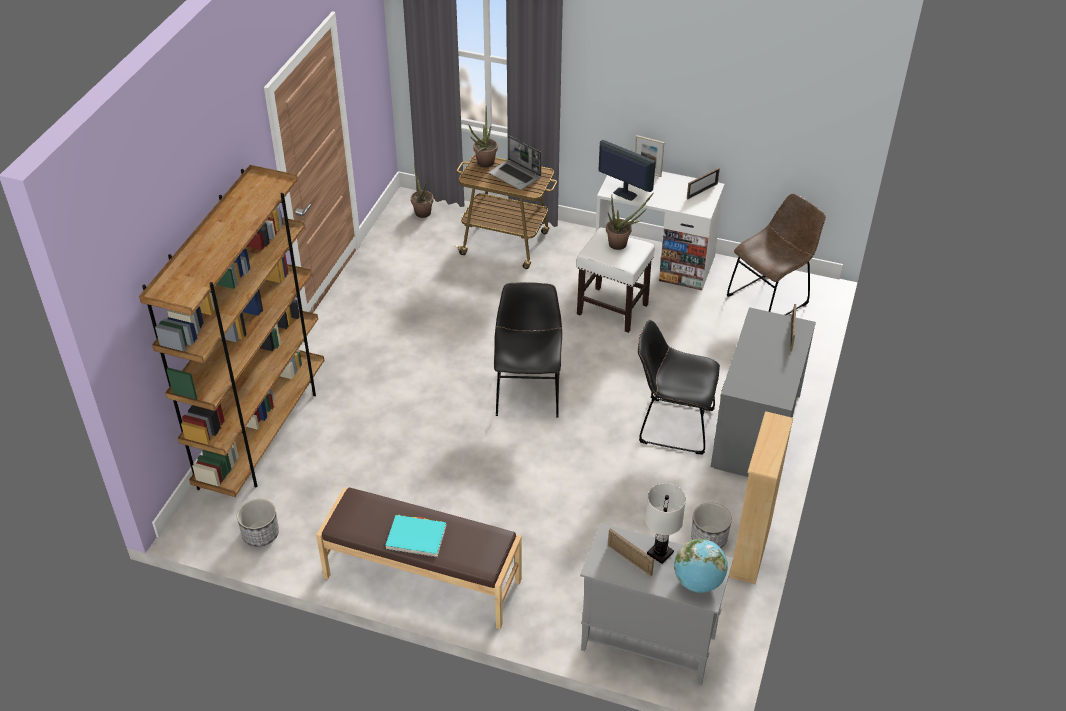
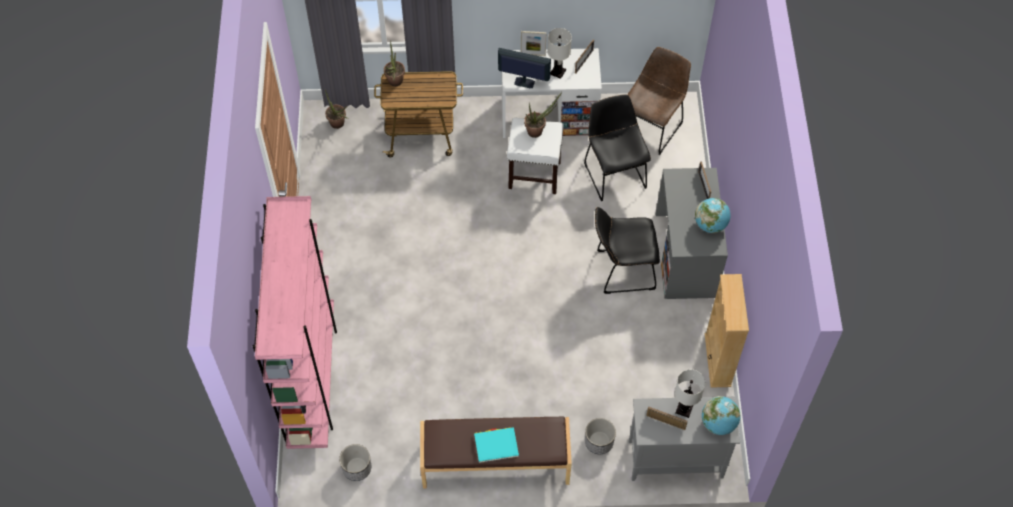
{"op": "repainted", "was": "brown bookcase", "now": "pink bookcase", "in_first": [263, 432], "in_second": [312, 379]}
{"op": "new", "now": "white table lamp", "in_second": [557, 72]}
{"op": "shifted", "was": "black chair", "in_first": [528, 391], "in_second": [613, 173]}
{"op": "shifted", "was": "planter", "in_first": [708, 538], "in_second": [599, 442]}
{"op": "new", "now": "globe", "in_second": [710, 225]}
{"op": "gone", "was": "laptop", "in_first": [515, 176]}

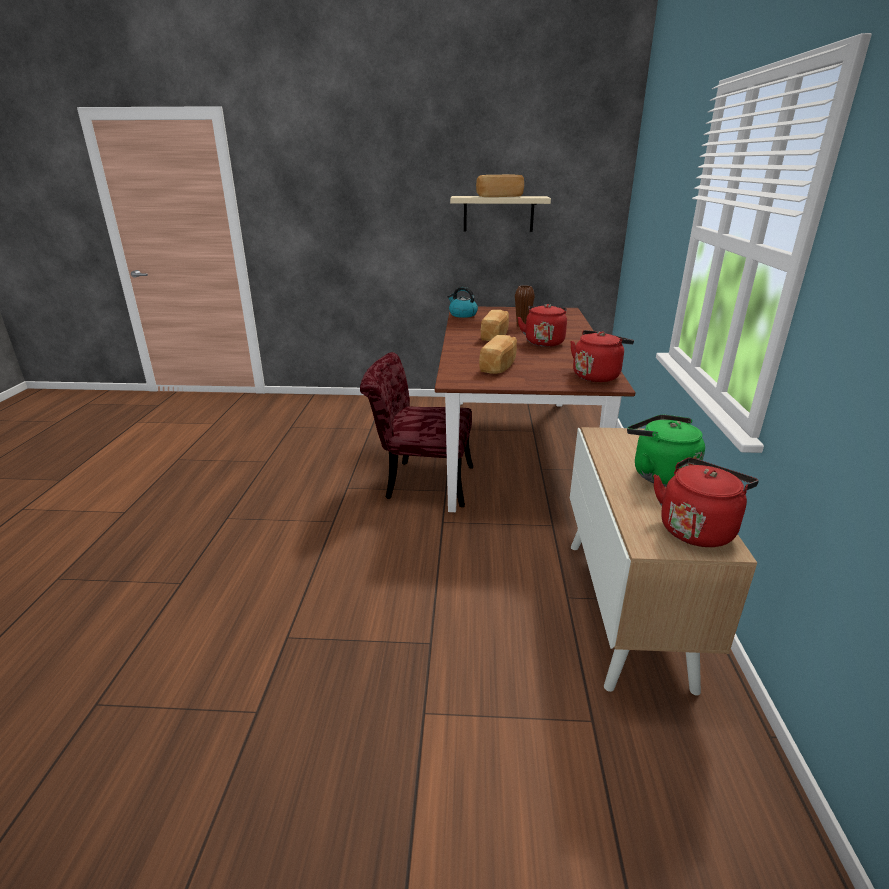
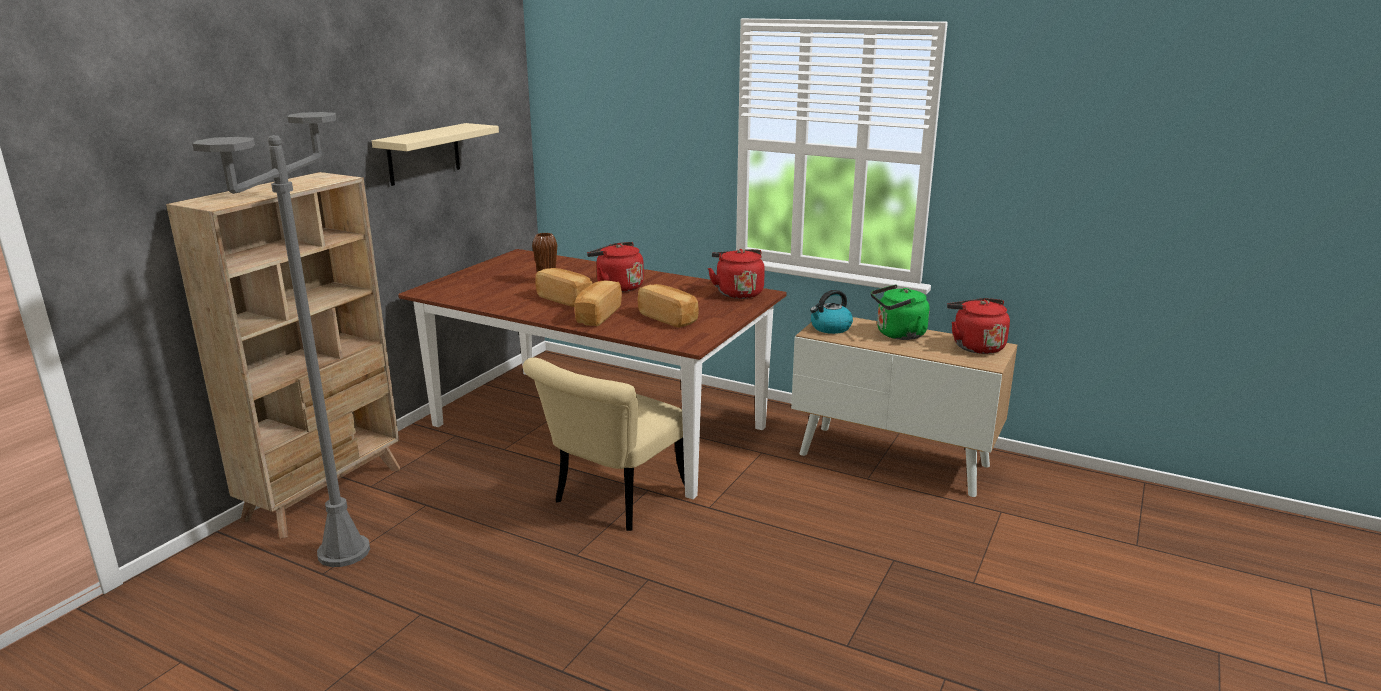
{"op": "new", "now": "beige bookcase", "in_second": [325, 493]}
{"op": "new", "now": "grey floor lamp", "in_second": [343, 552]}
{"op": "repainted", "was": "red chair", "now": "beige chair", "in_first": [420, 482], "in_second": [613, 501]}
{"op": "shifted", "was": "bread", "in_first": [499, 196], "in_second": [597, 316]}
{"op": "shifted", "was": "kettle", "in_first": [462, 314], "in_second": [830, 328]}

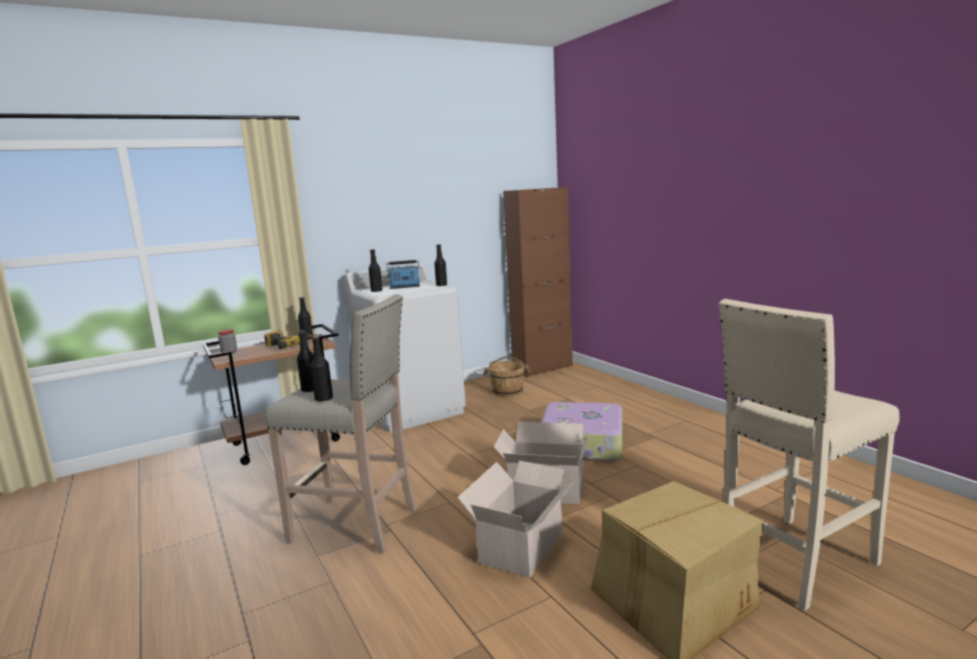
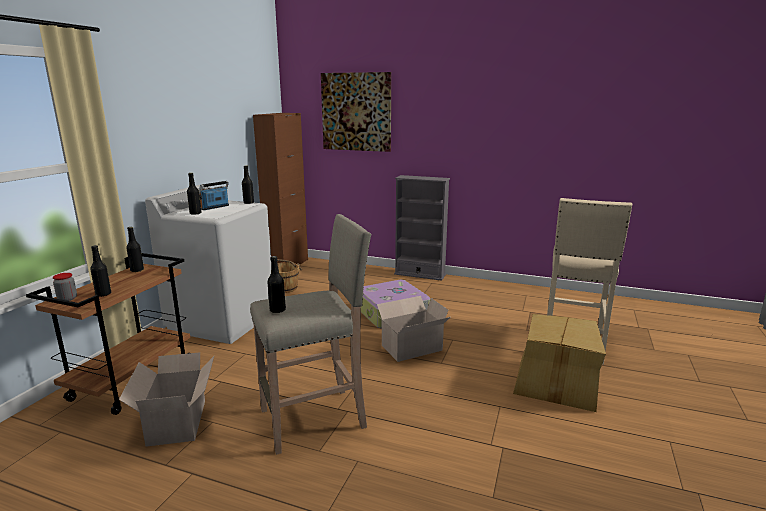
{"op": "shifted", "was": "black bottle", "in_first": [324, 399], "in_second": [103, 294]}
{"op": "shifted", "was": "cardboard box", "in_first": [523, 546], "in_second": [178, 420]}
{"op": "new", "now": "picture", "in_second": [356, 112]}
{"op": "new", "now": "grey bookcase", "in_second": [420, 274]}
{"op": "gone", "was": "power drill", "in_first": [287, 345]}

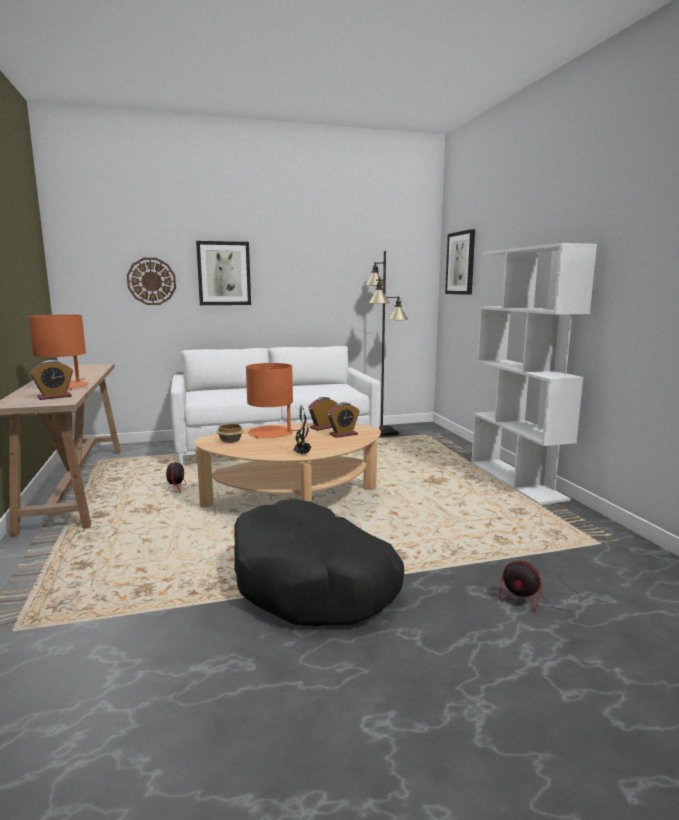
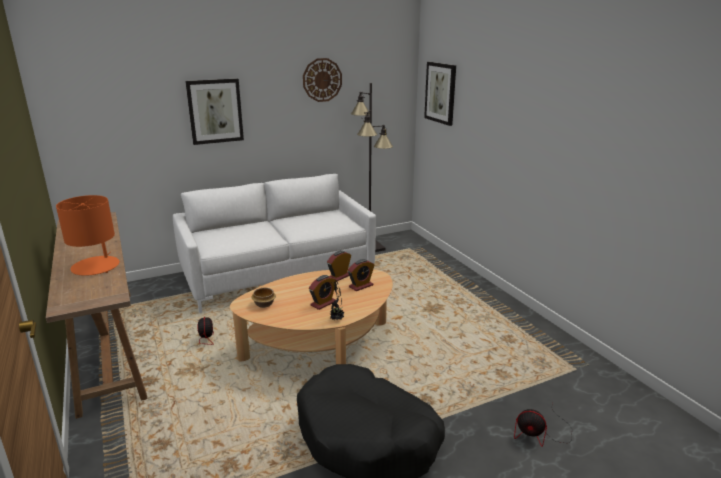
{"op": "shifted", "was": "wall clock", "in_first": [151, 281], "in_second": [322, 80]}
{"op": "shifted", "was": "alarm clock", "in_first": [54, 397], "in_second": [323, 303]}
{"op": "gone", "was": "orange table lamp", "in_first": [271, 433]}
{"op": "gone", "was": "white bookcase", "in_first": [517, 480]}

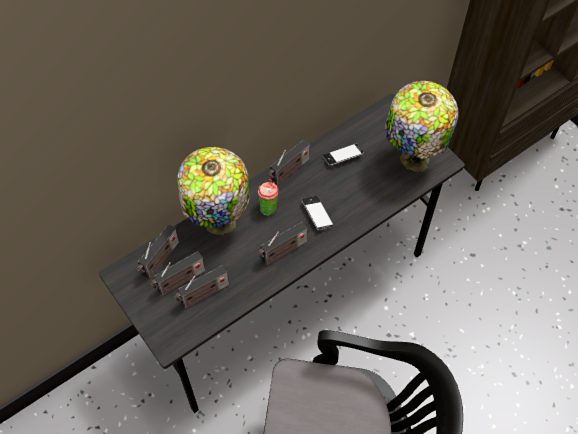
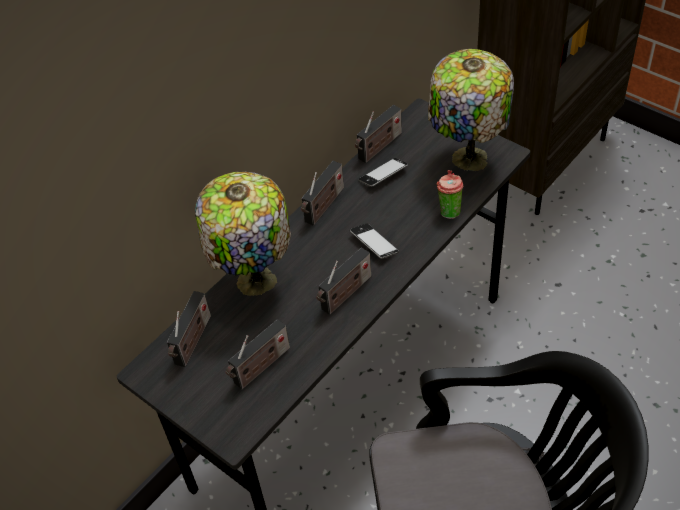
{"op": "shifted", "was": "radio", "in_first": [179, 282], "in_second": [378, 148]}
{"op": "shifted", "was": "cup", "in_first": [268, 207], "in_second": [449, 210]}

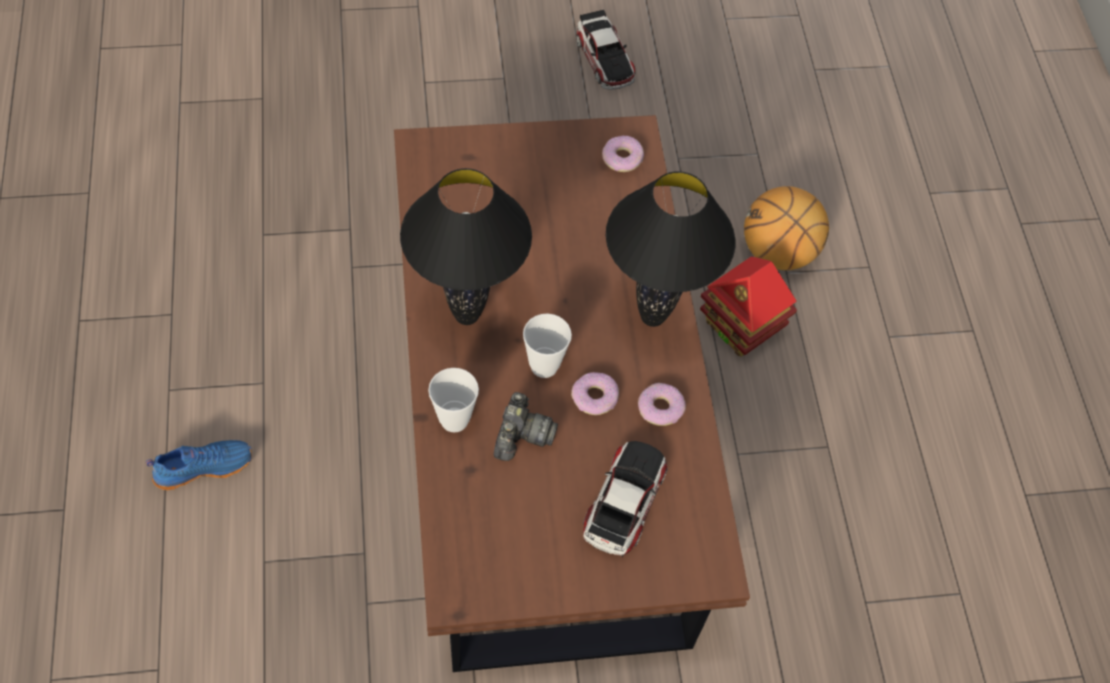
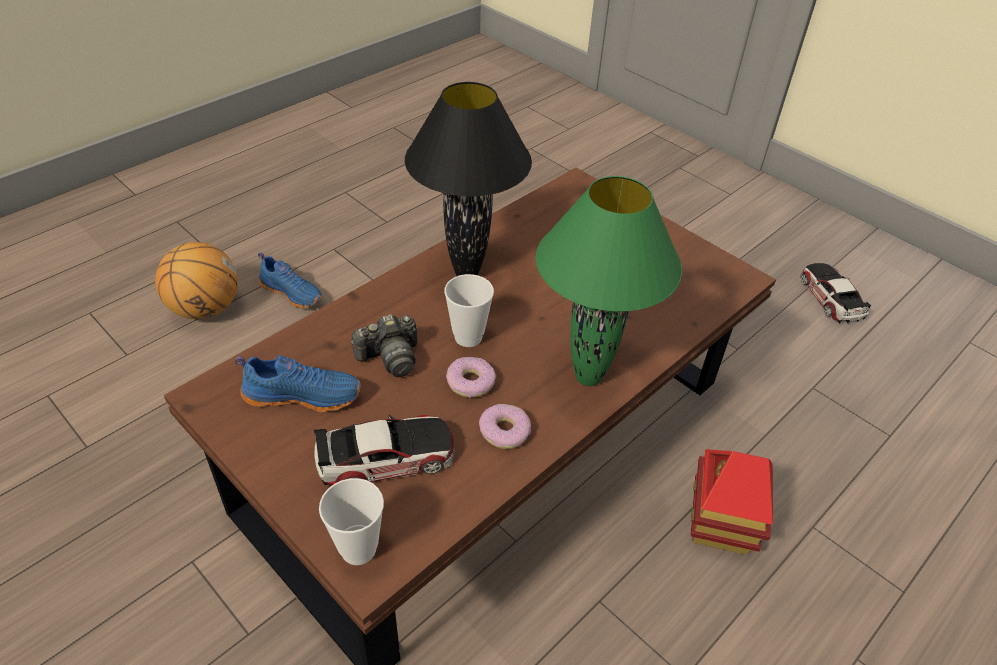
{"op": "shifted", "was": "basketball", "in_first": [777, 252], "in_second": [205, 309]}
{"op": "new", "now": "blue shoe", "in_second": [303, 394]}
{"op": "shifted", "was": "cup", "in_first": [454, 419], "in_second": [358, 549]}
{"op": "repainted", "was": "black table lamp", "now": "green table lamp", "in_first": [651, 316], "in_second": [587, 376]}
{"op": "rotated", "was": "toy car", "in_first": [604, 58], "in_second": [830, 297], "clockwise": 135}
{"op": "gone", "was": "donut", "in_first": [622, 158]}

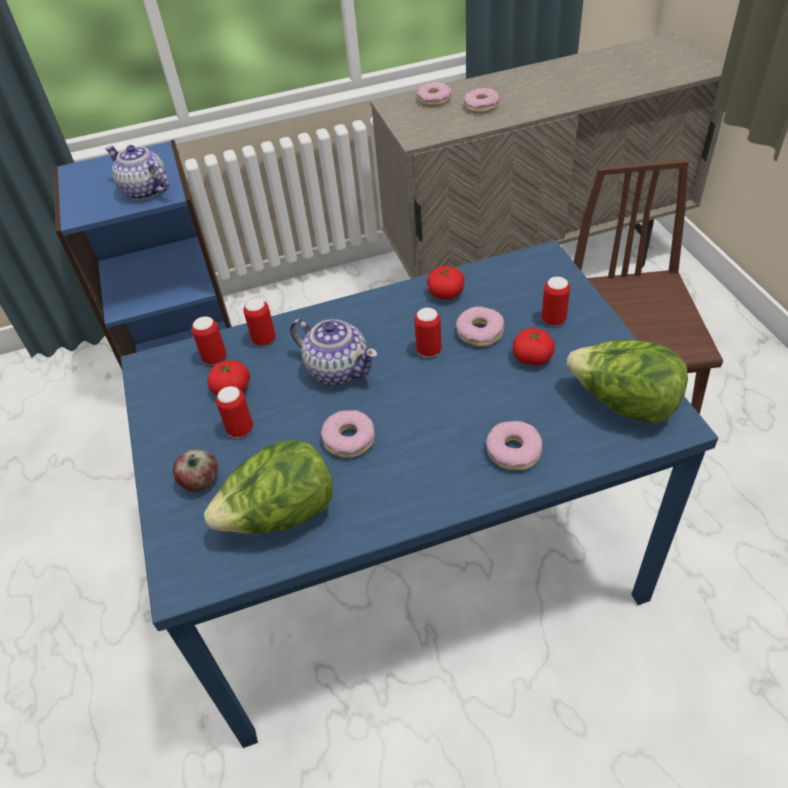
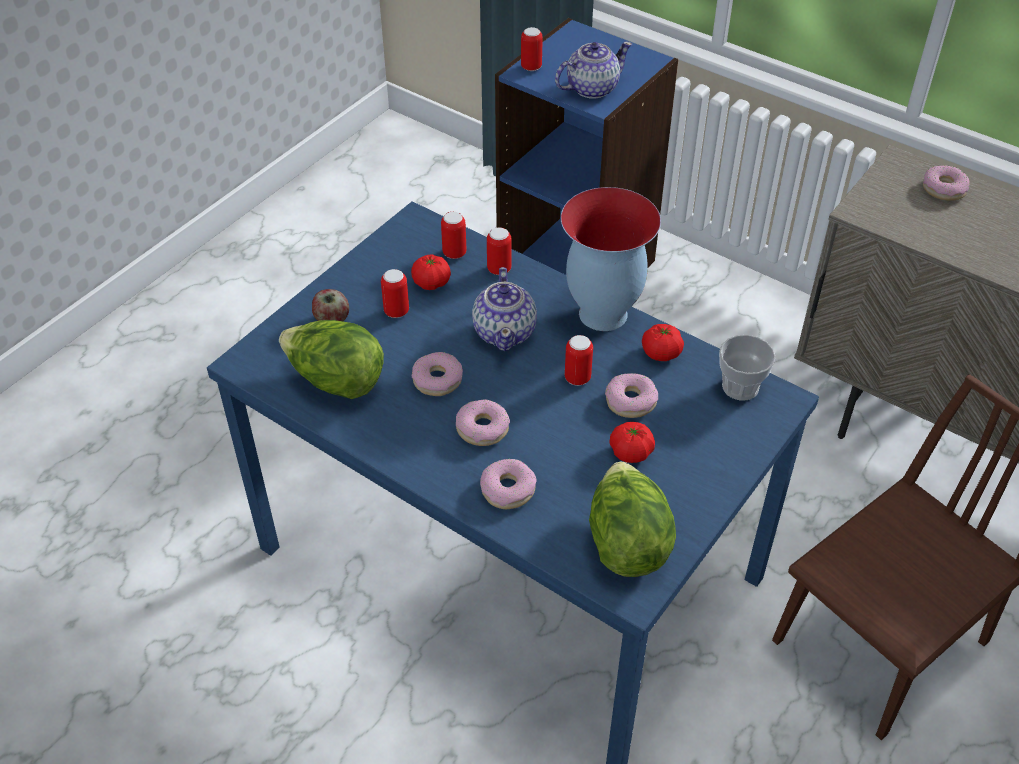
{"op": "shifted", "was": "donut", "in_first": [481, 106], "in_second": [482, 429]}
{"op": "shifted", "was": "can", "in_first": [553, 319], "in_second": [531, 67]}
{"op": "rotated", "was": "teapot", "in_first": [145, 191], "in_second": [591, 88], "clockwise": 60}
{"op": "new", "now": "vase", "in_second": [601, 313]}
{"op": "new", "now": "cup", "in_second": [740, 387]}

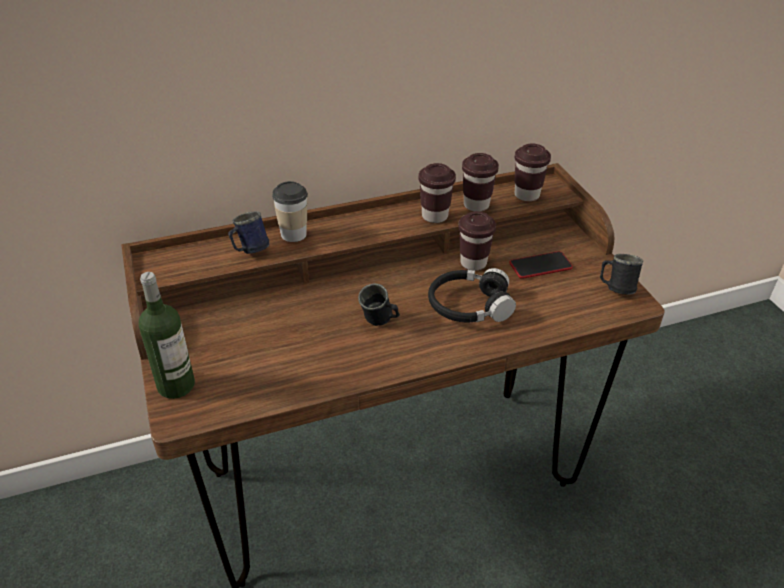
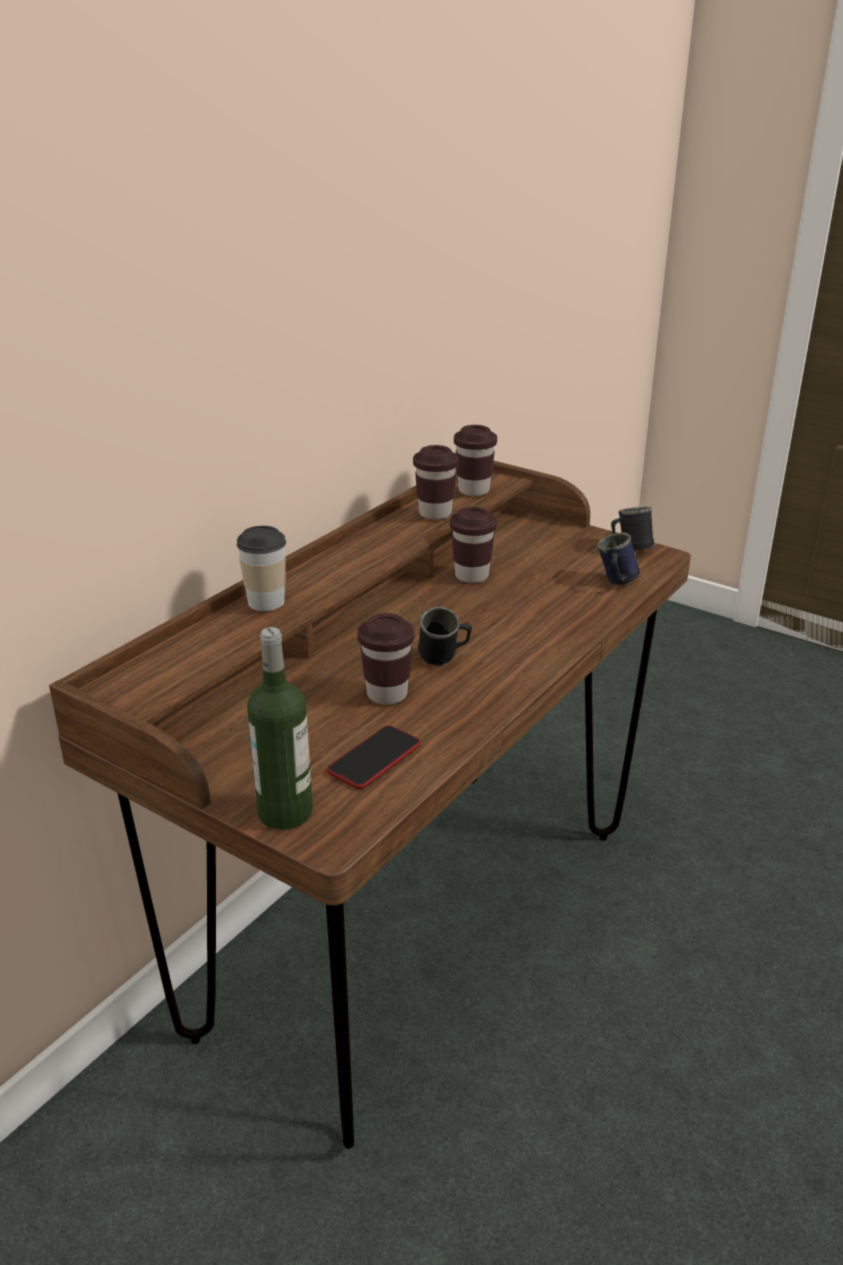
{"op": "shifted", "was": "phone", "in_first": [540, 266], "in_second": [374, 758]}
{"op": "shifted", "was": "brown cup", "in_first": [434, 216], "in_second": [387, 694]}
{"op": "shifted", "was": "blue mug", "in_first": [249, 250], "in_second": [616, 583]}
{"op": "gone", "was": "black headphones", "in_first": [469, 306]}

